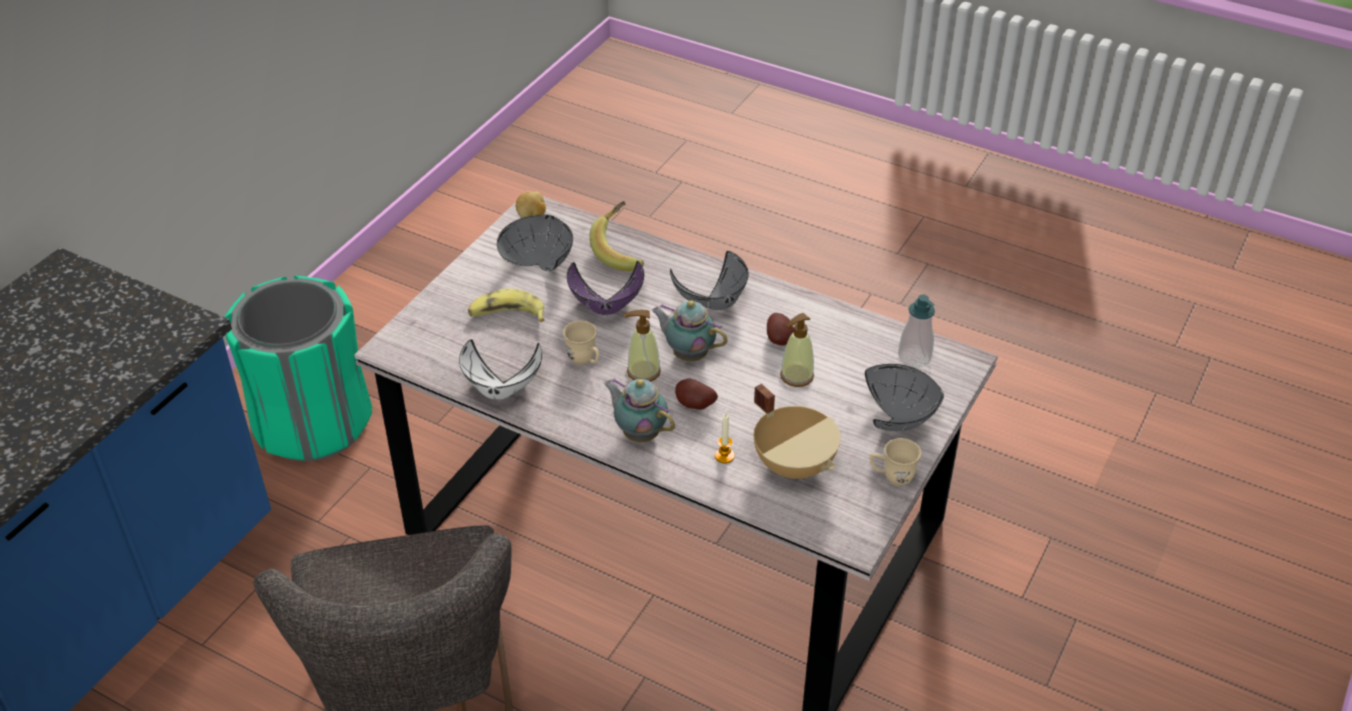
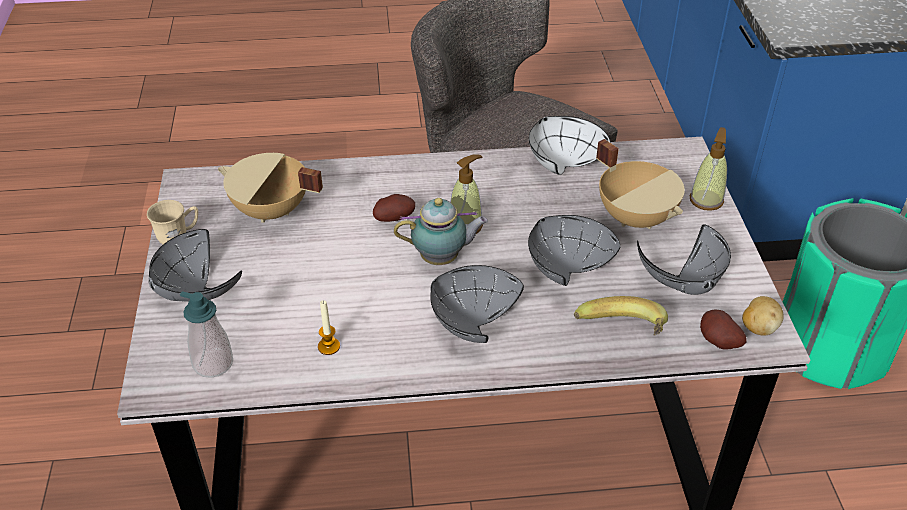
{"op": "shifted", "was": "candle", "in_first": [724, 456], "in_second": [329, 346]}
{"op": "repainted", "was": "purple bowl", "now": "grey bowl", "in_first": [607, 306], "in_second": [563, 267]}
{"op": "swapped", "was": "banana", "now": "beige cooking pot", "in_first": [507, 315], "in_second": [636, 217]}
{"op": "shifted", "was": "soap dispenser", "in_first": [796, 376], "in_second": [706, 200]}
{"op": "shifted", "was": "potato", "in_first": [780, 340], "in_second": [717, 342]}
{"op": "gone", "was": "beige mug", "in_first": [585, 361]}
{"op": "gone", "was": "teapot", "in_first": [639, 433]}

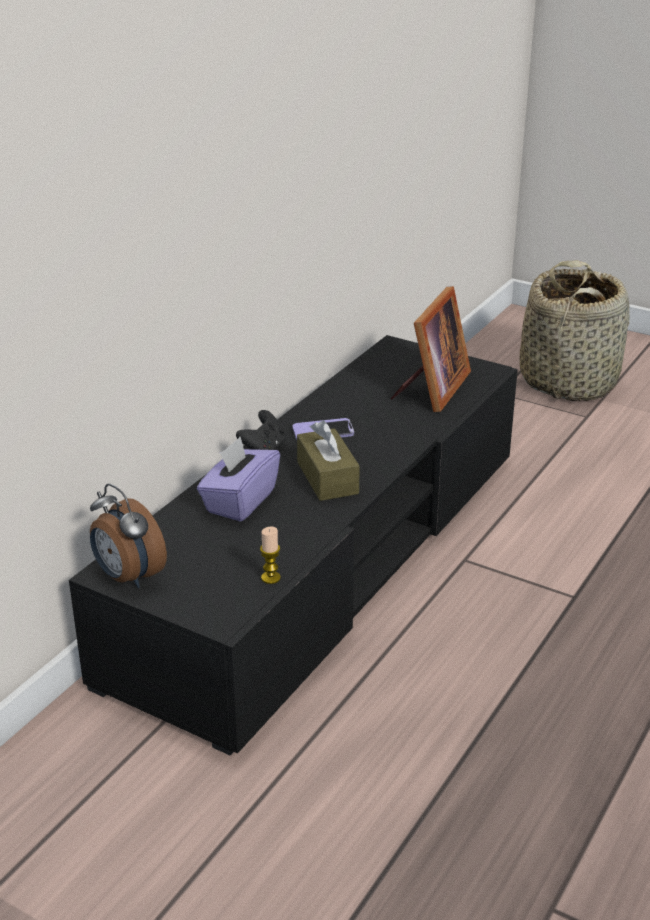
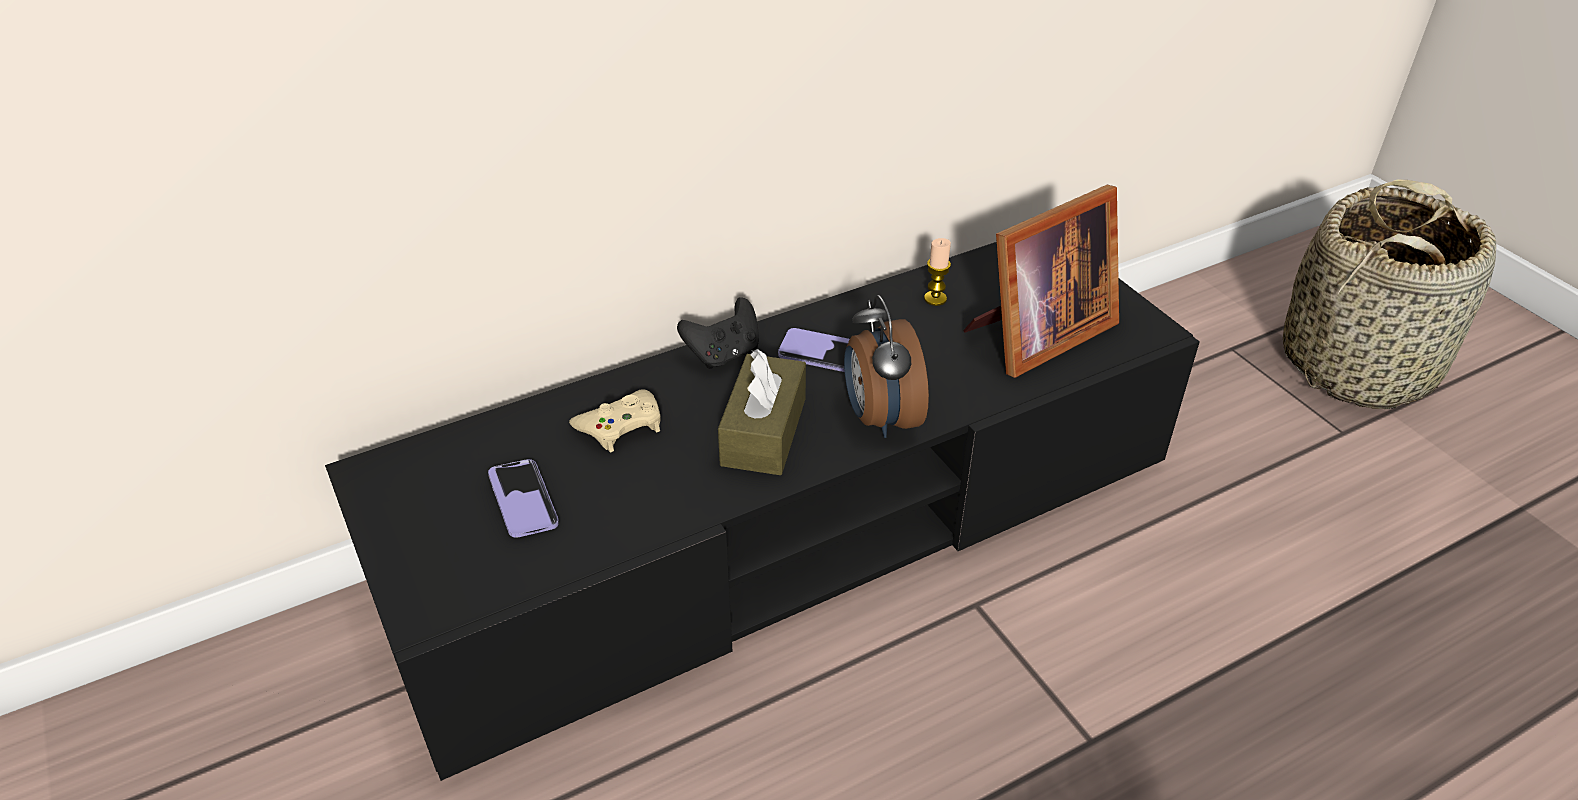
{"op": "new", "now": "phone", "in_second": [523, 500]}
{"op": "swapped", "was": "purple tissue box", "now": "beige game controller", "in_first": [239, 501], "in_second": [621, 426]}
{"op": "shifted", "was": "alarm clock", "in_first": [127, 577], "in_second": [879, 418]}
{"op": "shifted", "was": "candle", "in_first": [270, 578], "in_second": [935, 298]}

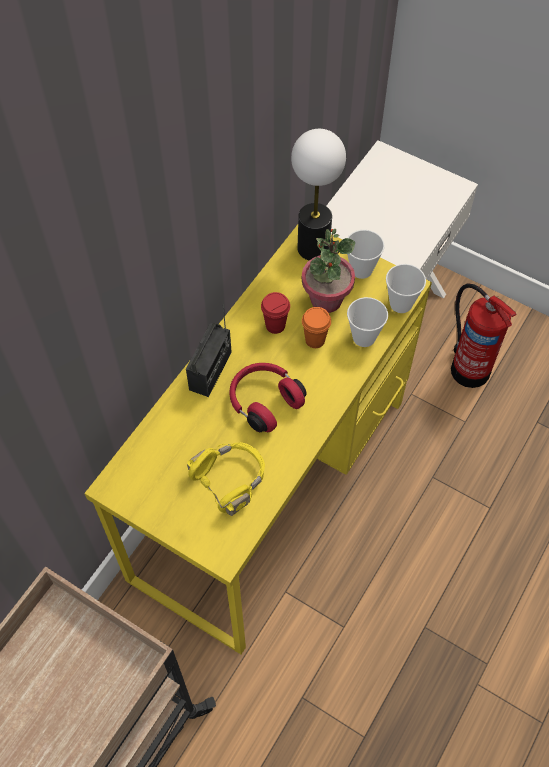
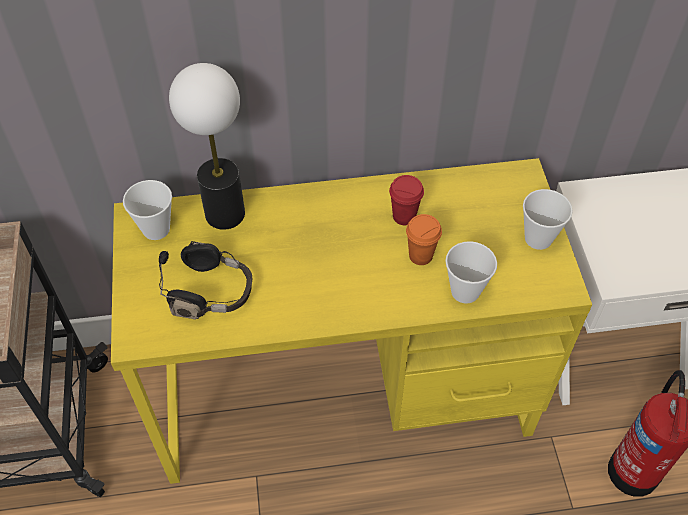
{"op": "shifted", "was": "cup", "in_first": [401, 304], "in_second": [156, 229]}
{"op": "repainted", "was": "yellow headphones", "now": "black headphones", "in_first": [230, 480], "in_second": [212, 292]}
{"op": "shifted", "was": "table lamp", "in_first": [314, 248], "in_second": [225, 214]}
{"op": "gone", "was": "radio", "in_first": [210, 371]}
{"op": "gone", "was": "red headphones", "in_first": [264, 401]}
{"op": "gone", "was": "potted plant", "in_first": [326, 300]}

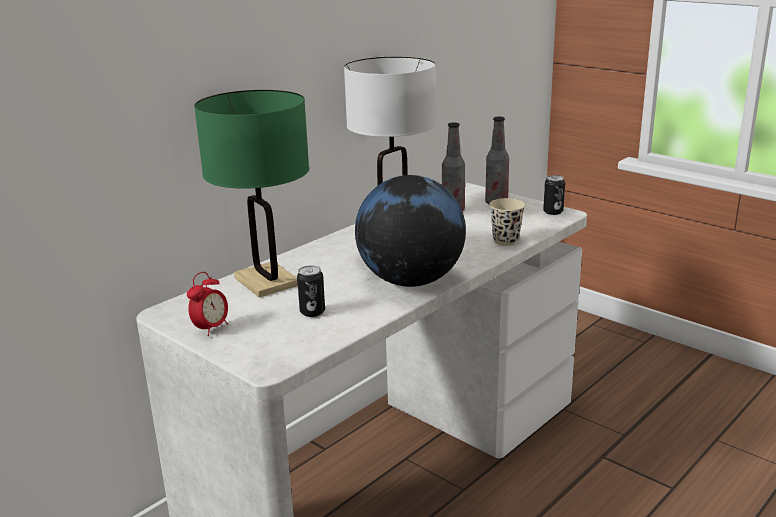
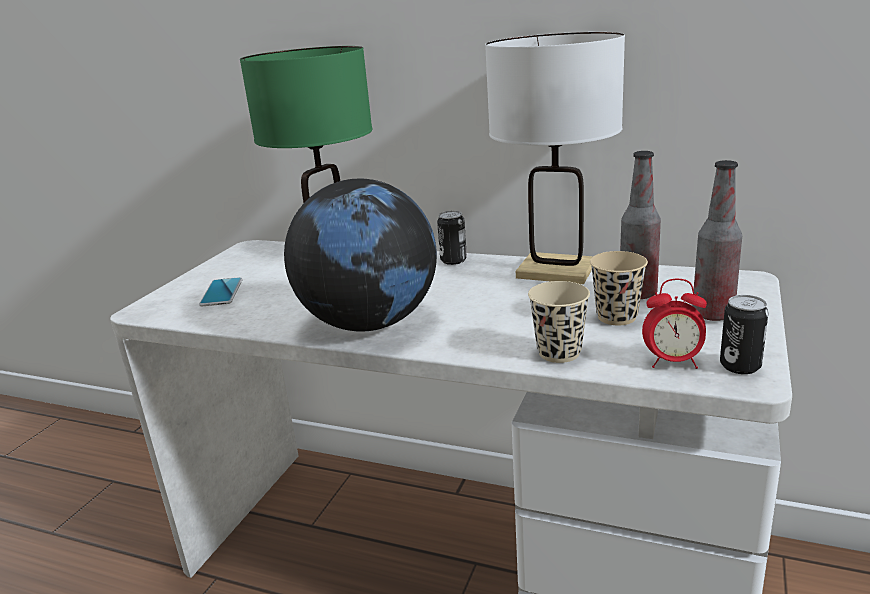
{"op": "new", "now": "phone", "in_second": [222, 292]}
{"op": "shifted", "was": "can", "in_first": [312, 312], "in_second": [453, 260]}
{"op": "new", "now": "beige cup", "in_second": [616, 317]}
{"op": "shifted", "was": "alarm clock", "in_first": [211, 328], "in_second": [673, 362]}

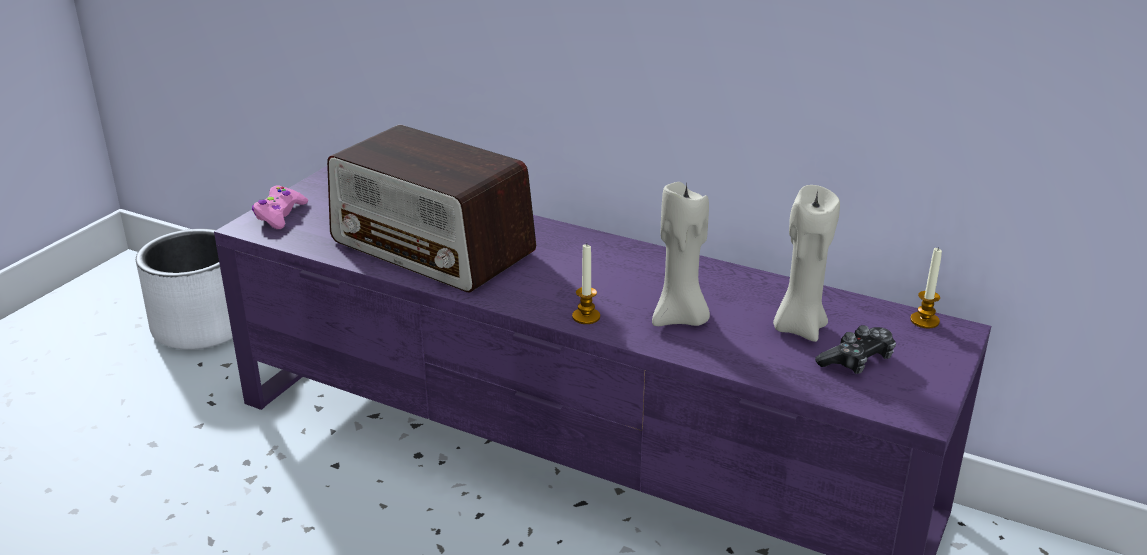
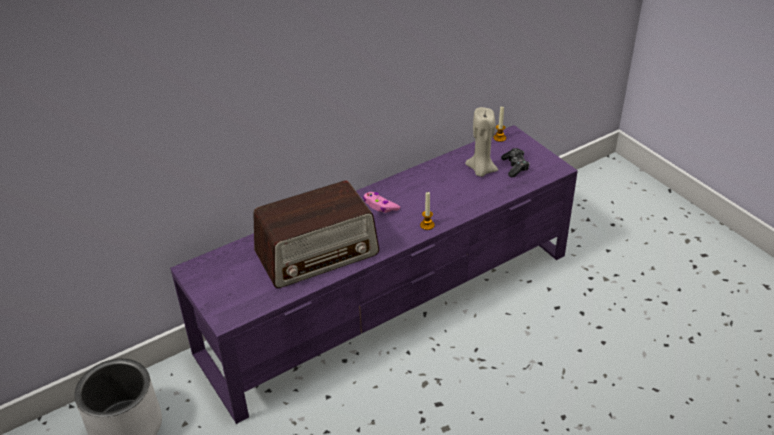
{"op": "shifted", "was": "pink game controller", "in_first": [279, 214], "in_second": [380, 206]}
{"op": "gone", "was": "beige candle", "in_first": [680, 319]}

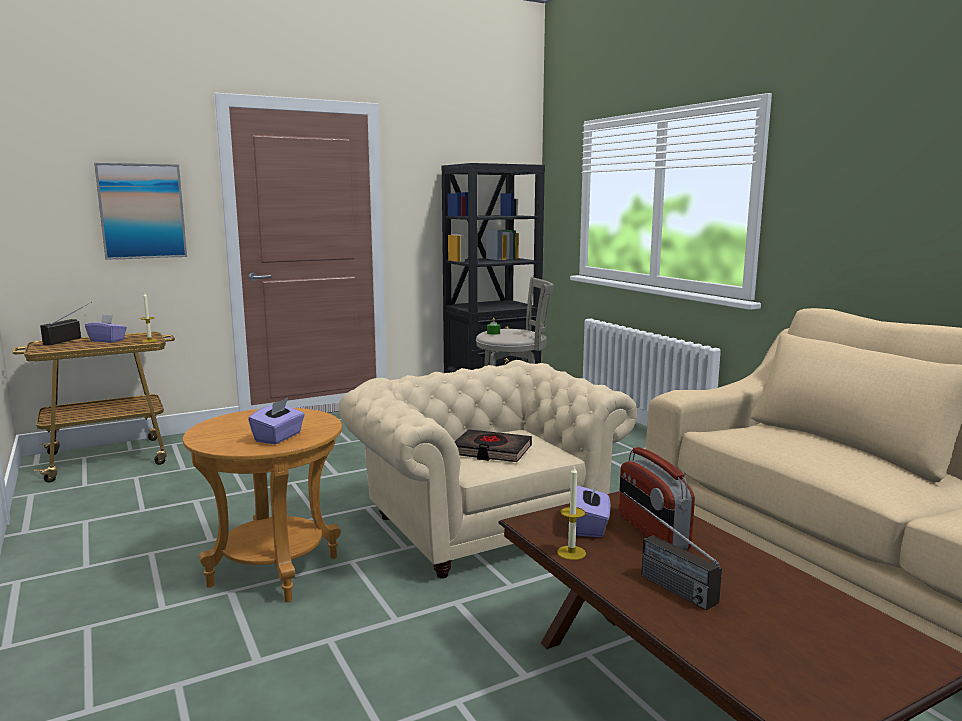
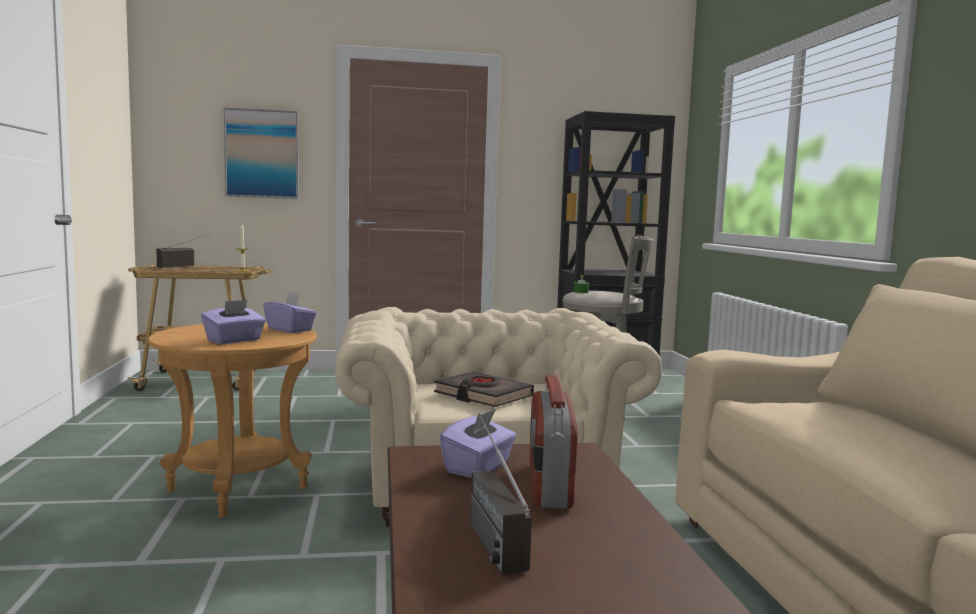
{"op": "shifted", "was": "purple tissue box", "in_first": [107, 340], "in_second": [290, 330]}
{"op": "gone", "was": "candle", "in_first": [571, 553]}

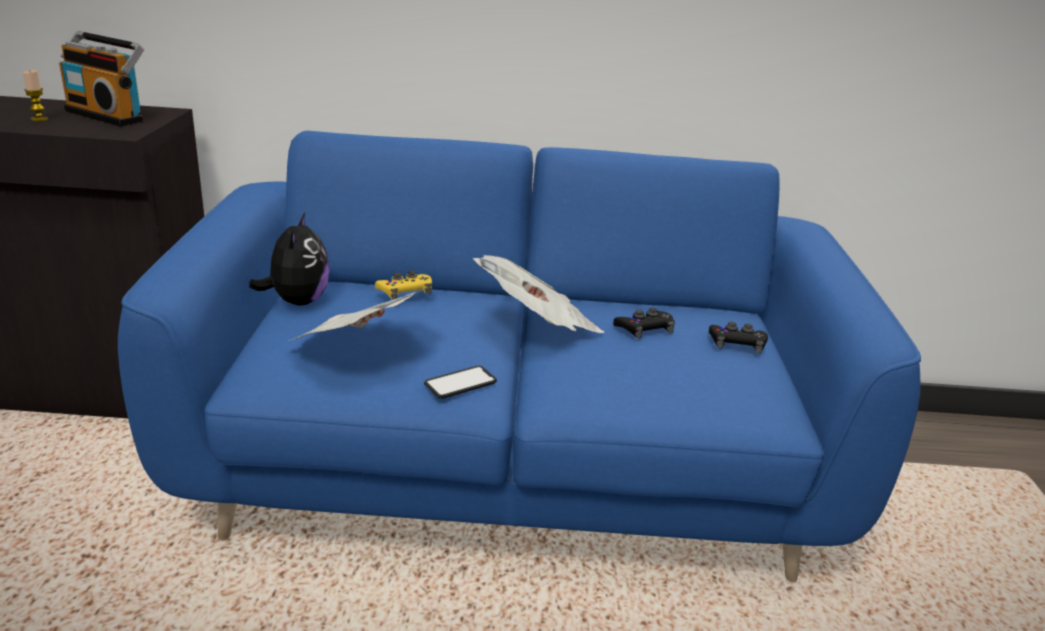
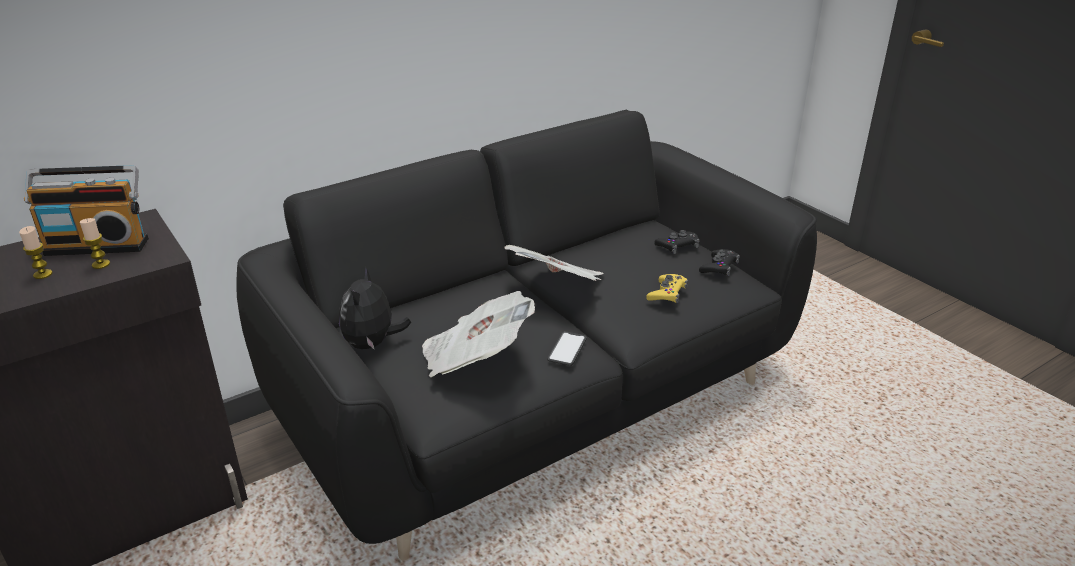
{"op": "new", "now": "candle", "in_second": [101, 264]}
{"op": "repainted", "was": "blue sofa", "now": "black sofa", "in_first": [511, 473], "in_second": [537, 403]}
{"op": "rotated", "was": "plush toy", "in_first": [297, 301], "in_second": [372, 344], "clockwise": -135}
{"op": "shifted", "was": "yellow game controller", "in_first": [405, 291], "in_second": [667, 293]}
{"op": "shifted", "was": "black game controller", "in_first": [644, 329], "in_second": [719, 267]}

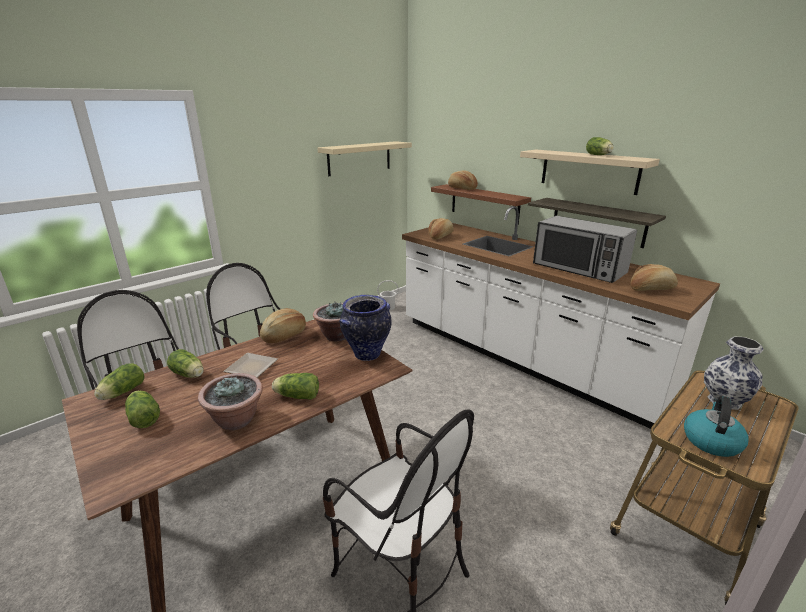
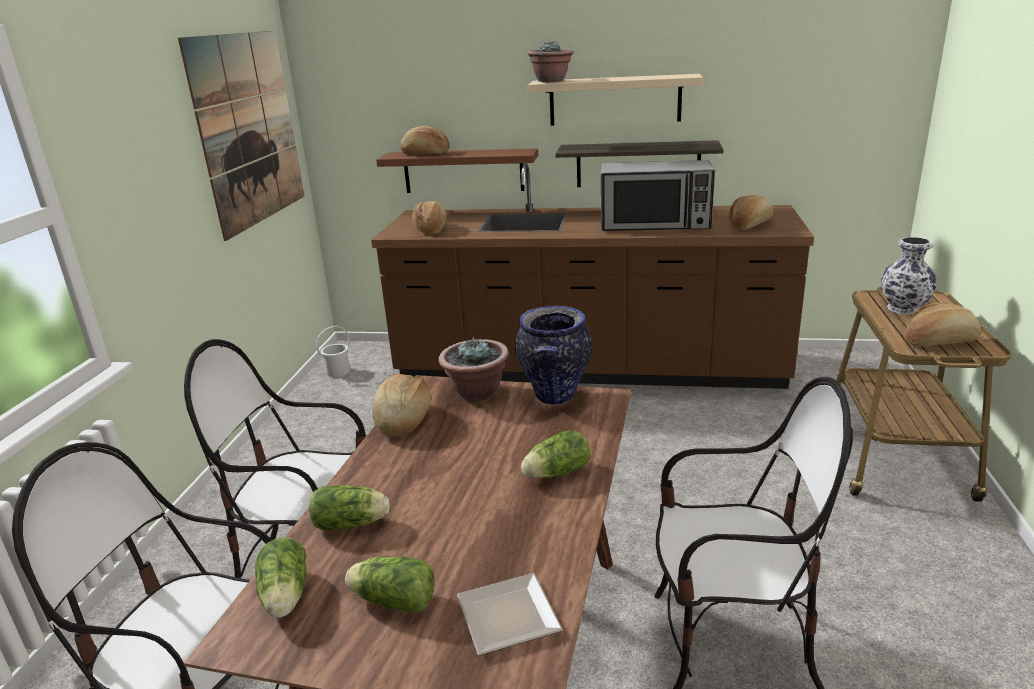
{"op": "swapped", "was": "beige shelf", "now": "picture", "in_first": [359, 158], "in_second": [249, 129]}
{"op": "repainted", "was": "white counter", "now": "brown counter", "in_first": [522, 358], "in_second": [588, 369]}
{"op": "shifted", "was": "plate", "in_first": [251, 367], "in_second": [504, 616]}
{"op": "shifted", "was": "potted plant", "in_first": [236, 420], "in_second": [551, 81]}
{"op": "swapped", "was": "kettle", "now": "bread", "in_first": [711, 441], "in_second": [939, 342]}
{"op": "gone", "was": "lettuce", "in_first": [599, 155]}

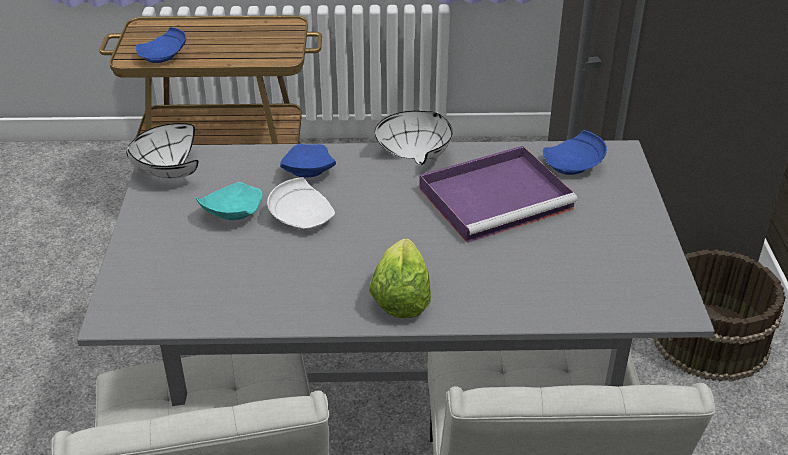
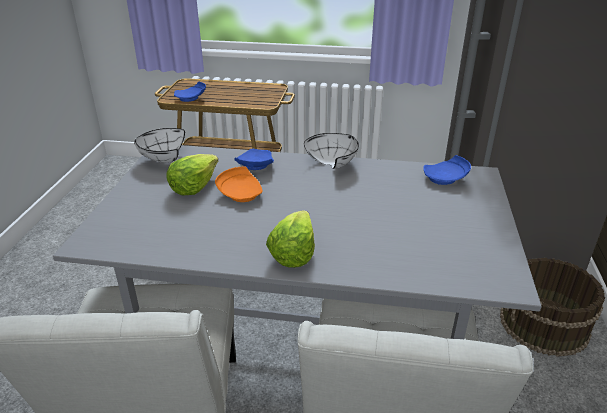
{"op": "swapped", "was": "turquoise plate", "now": "lettuce", "in_first": [231, 212], "in_second": [193, 186]}
{"op": "repainted", "was": "white plate", "now": "orange plate", "in_first": [303, 217], "in_second": [241, 193]}
{"op": "gone", "was": "purple tray", "in_first": [498, 197]}

